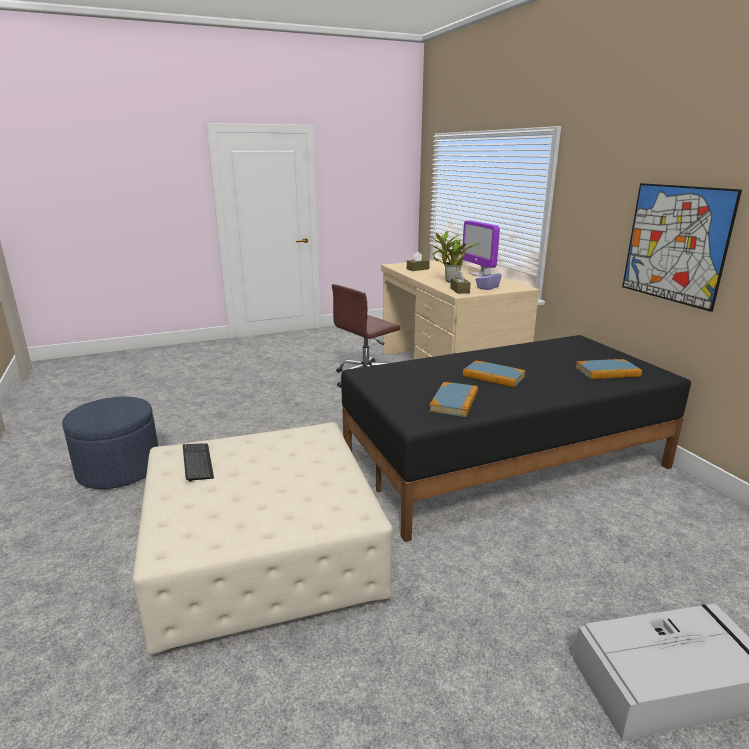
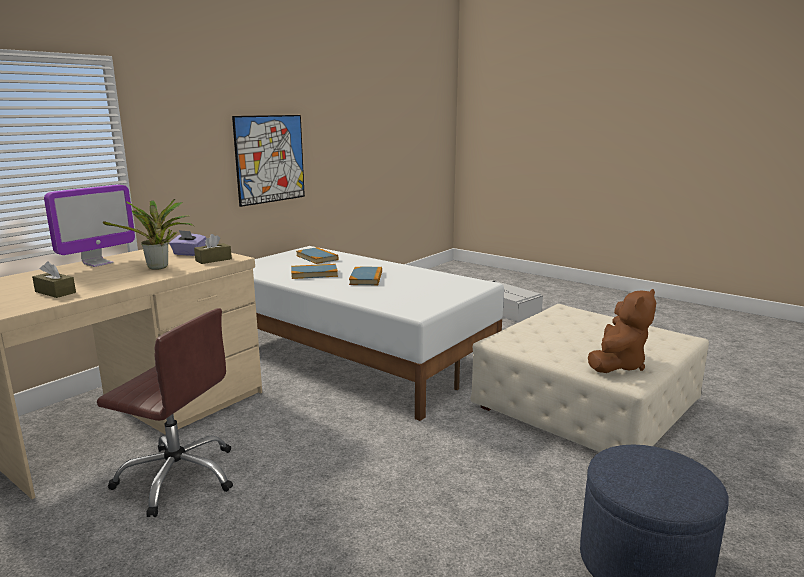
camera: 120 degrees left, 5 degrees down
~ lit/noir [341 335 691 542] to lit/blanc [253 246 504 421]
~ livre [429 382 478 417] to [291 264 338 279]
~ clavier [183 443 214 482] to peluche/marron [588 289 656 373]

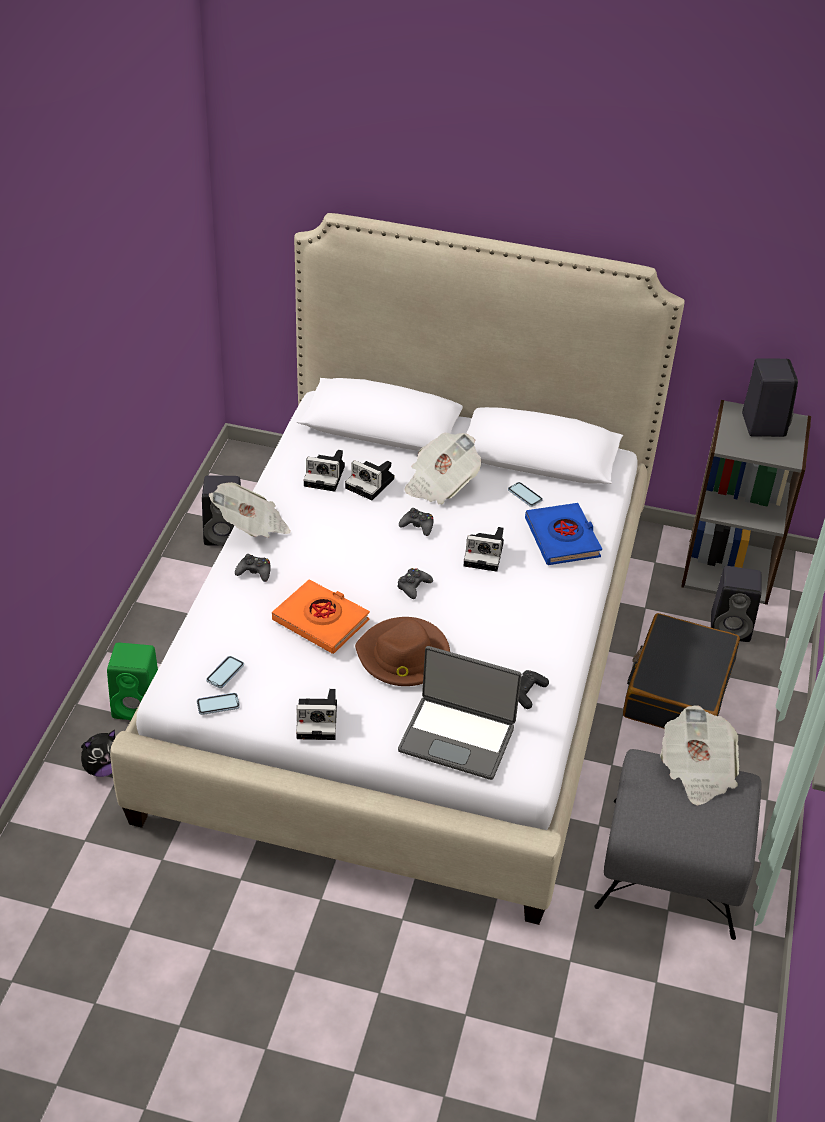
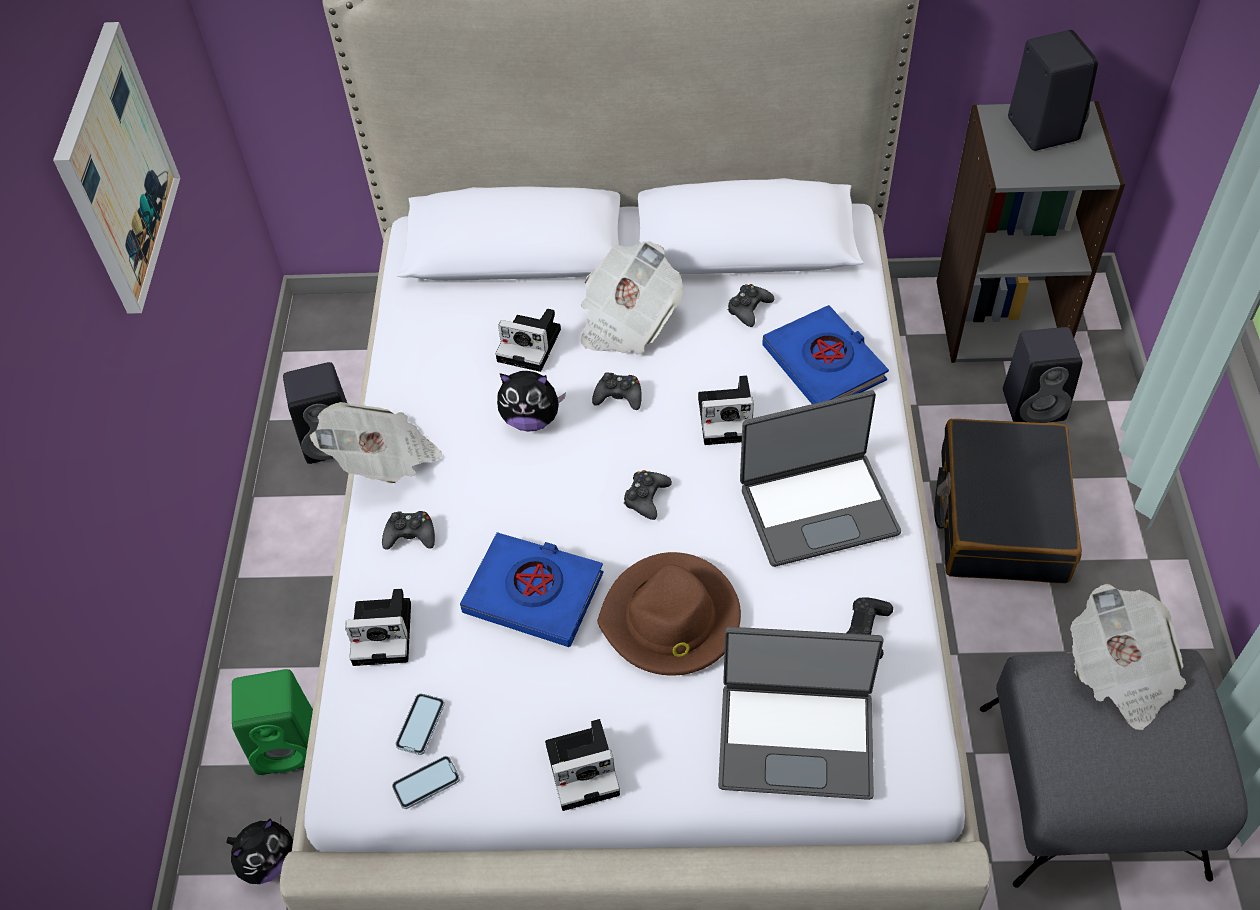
camera: 10 degrees left, 10 degrees up
+ tableau [53 22 180 314]
~ appareil photo [303 450 345 492] to [345 589 411 666]
~ livre/orange [272 580 370 654] to livre/bleu [460 532 604 647]
+ peluche [497 371 566 432]
~ téléphone [508 482 543 507] to manette/noir [728 284 774 327]
+ ordinateur portable [740 390 901 567]

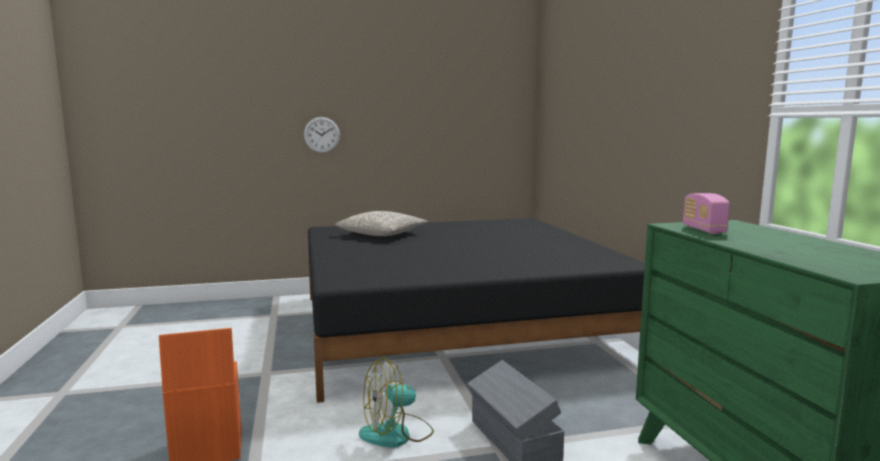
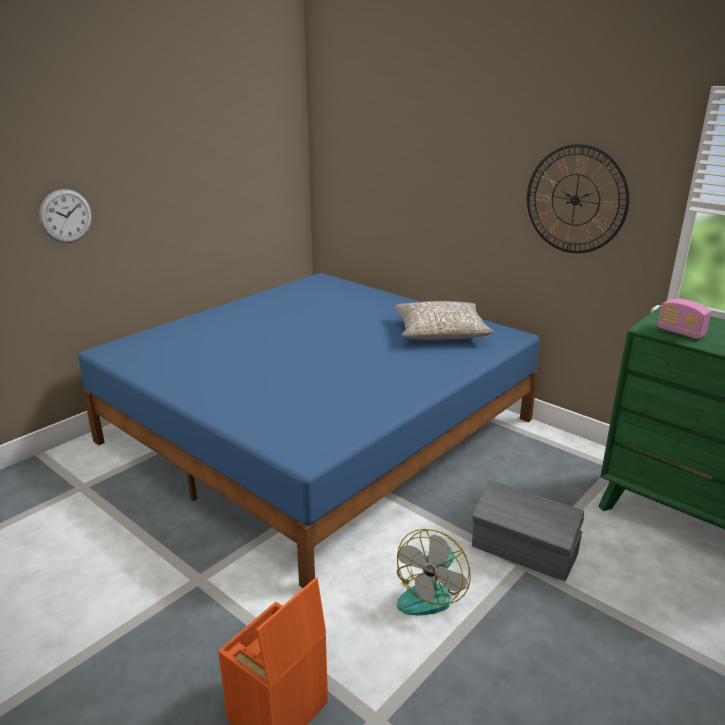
camera: 35 degrees left, 15 degrees up
~ lit/noir [308 218 645 403] to lit/bleu [78 273 540 588]
~ coussin/gris [335 211 428 236] to [394 301 494 340]
+ horloge murale [527 144 629 253]

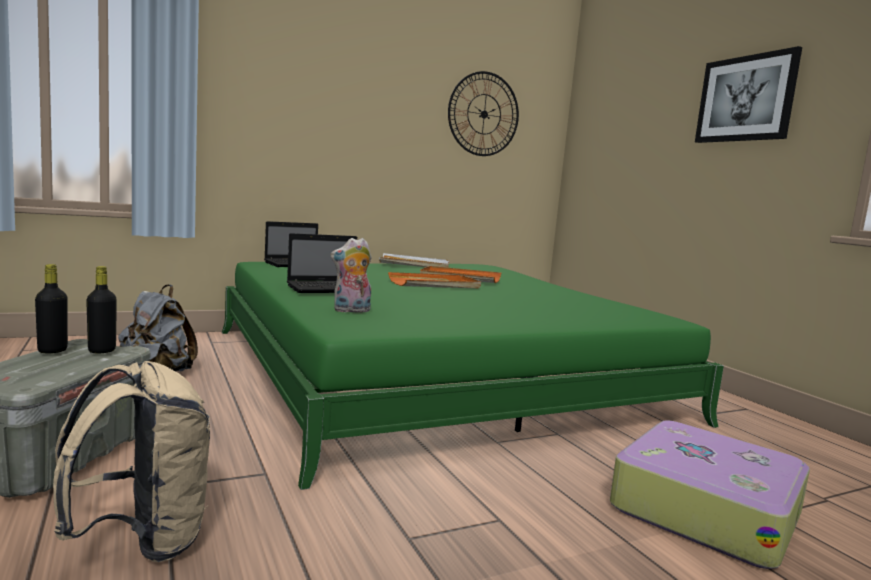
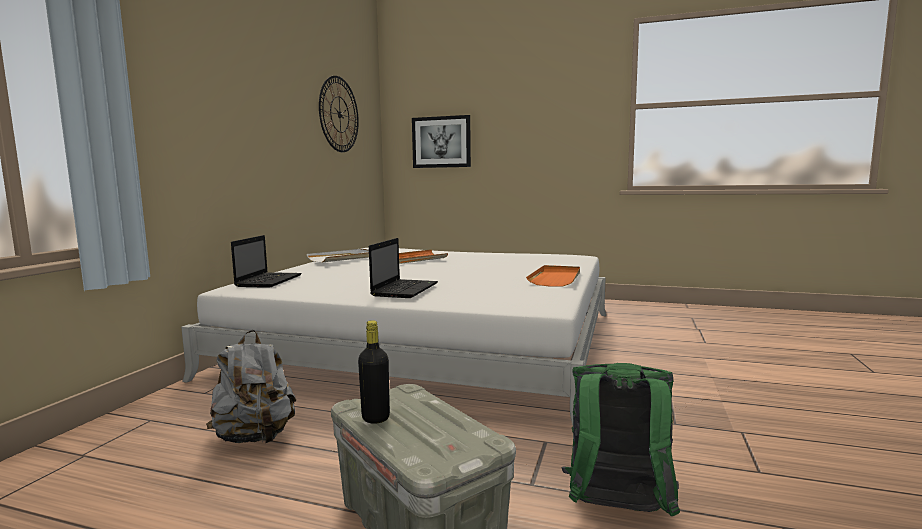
camera: 45 degrees left, 0 degrees up
~ lit/vert [222 262 724 490] to lit/blanc [181 248 606 425]
~ tableau [695 46 802 143] to [412 115 471 168]
~ plateau/orange [388 272 481 289] to [526 265 580 287]
~ sac à dos/beige [53 361 210 562] to sac à dos/vert [561 363 680 516]
- bouteille/noir [86 266 117 353]
- peluche [330 238 371 313]
- valise [610 420 810 569]

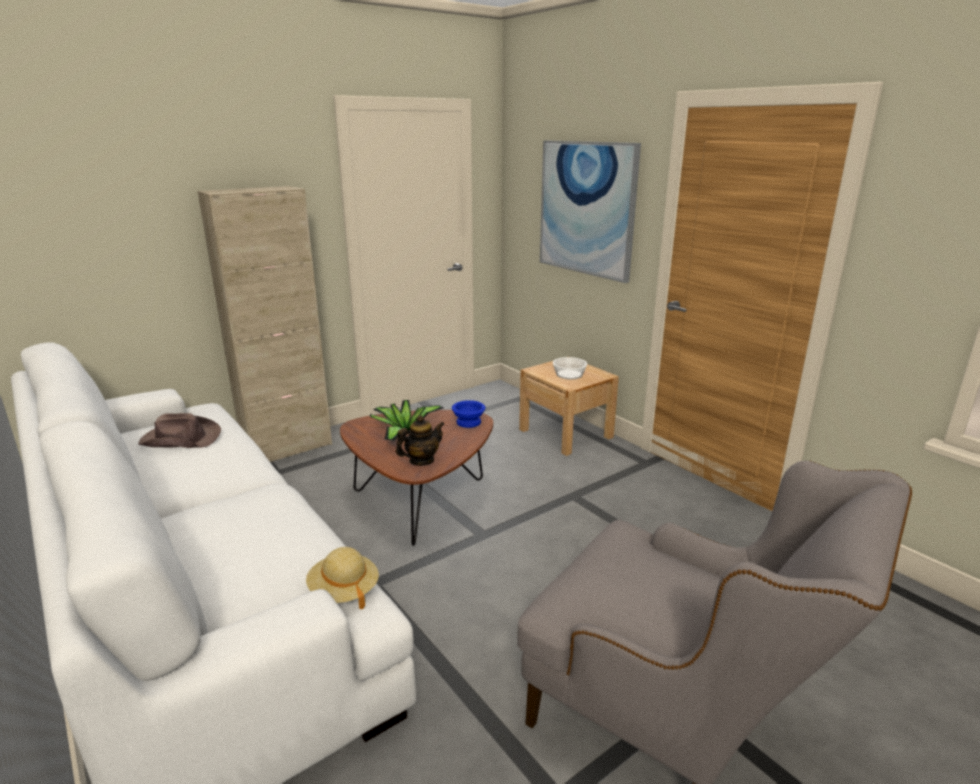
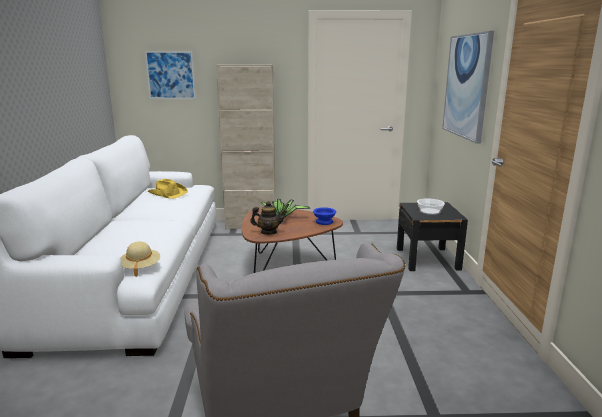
camera: 35 degrees right, 5 degrees down
+ tableau [145 51 196 99]
~ chapeau/marron [138 413 221 448] to chapeau/jaune [148 179 188 199]
~ table de chevet/beige [519 361 619 456] to table de chevet/noir [397 202 468 271]

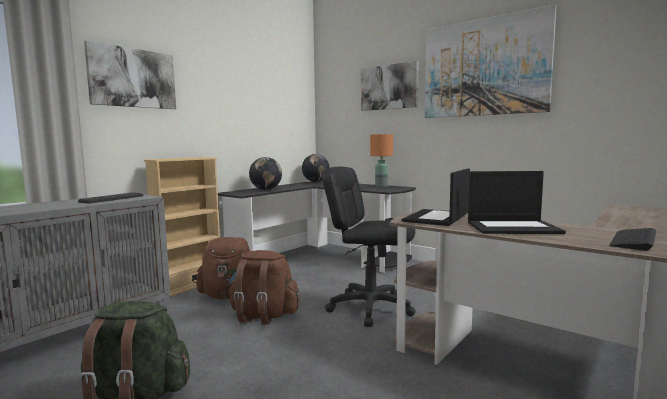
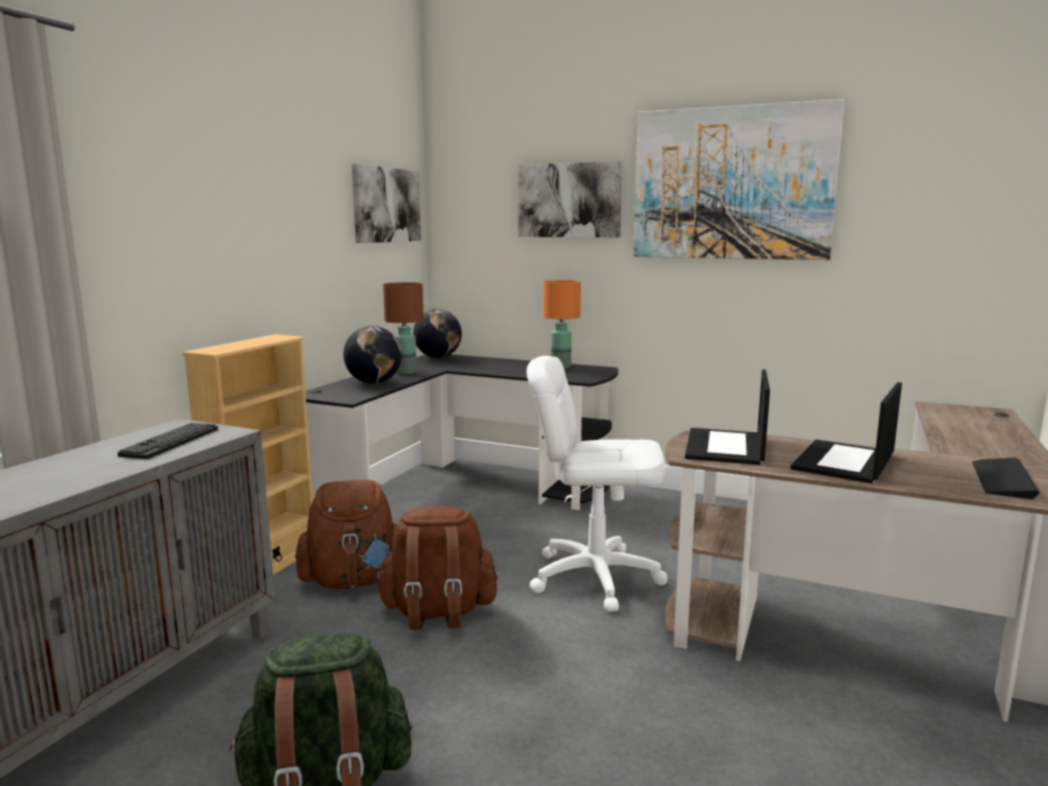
camera: 15 degrees left, 5 degrees up
~ tableau [84 40 176 109] to [352 164 421 243]
+ lampe de table/marron [383 282 424 374]
~ chaise de bureau/noir [321 167 416 327] to chaise de bureau/blanc [527 356 668 612]
~ ordinateur portable [468 171 566 234] = [791 382 902 483] 135 degrees clockwise

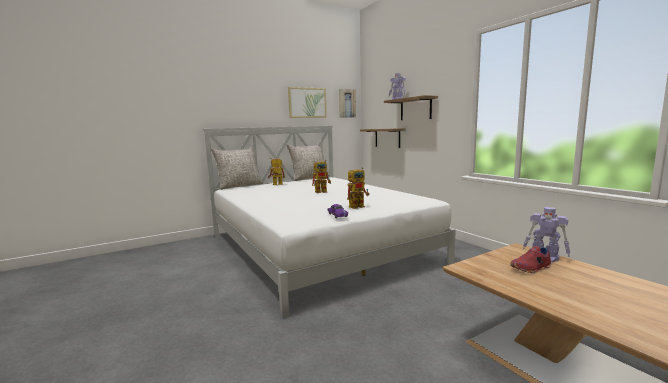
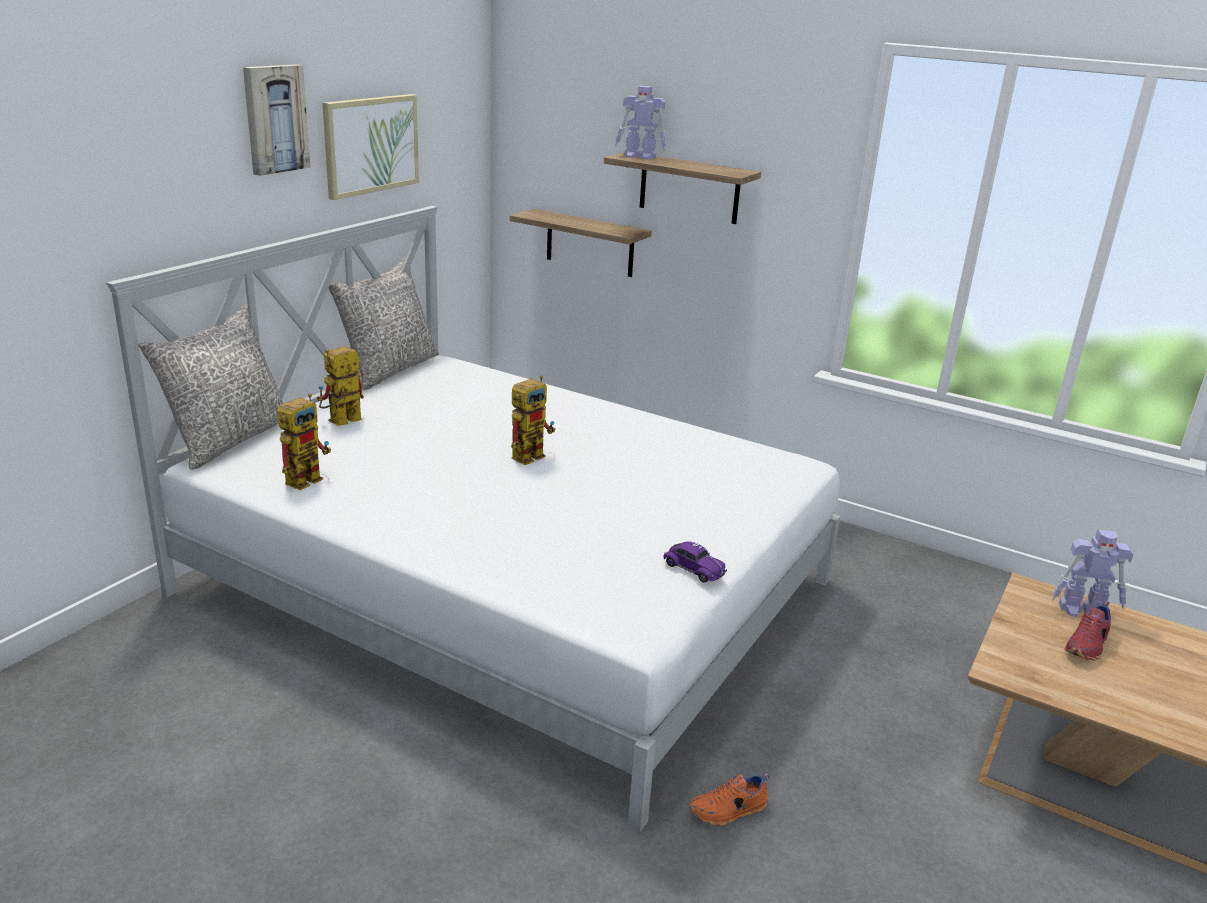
camera: 30 degrees left, 15 degrees up
~ tableau [339 89 356 118] to [243 64 310 176]
~ robot jouet [347 167 370 209] to [277 393 331 490]
+ chaussure/orange [689 773 770 826]

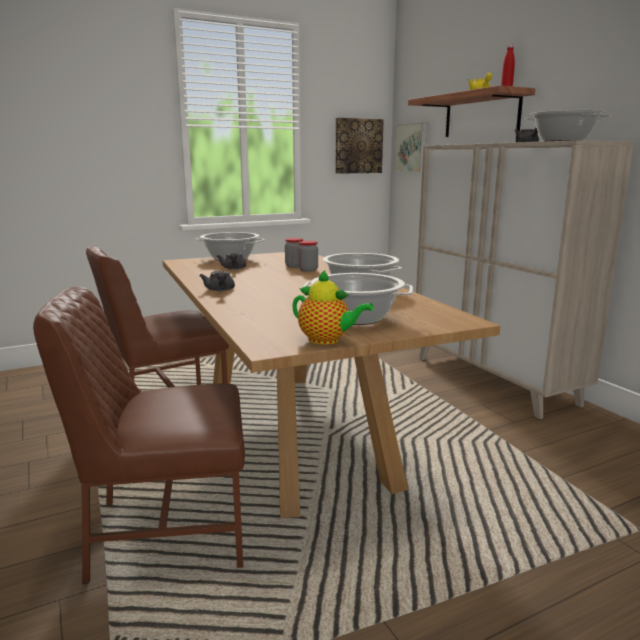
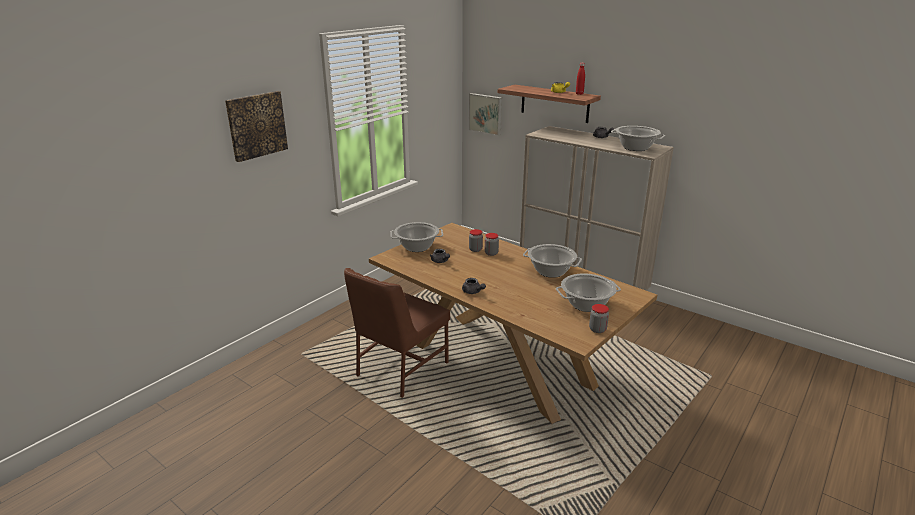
camera: 25 degrees left, 10 degrees up
~ tableau [335 118 384 174] to [225 91 288 162]
~ théière [292 270 374 345] to bocal [589 304 609 333]
- chaise/marron [33 286 245 584]

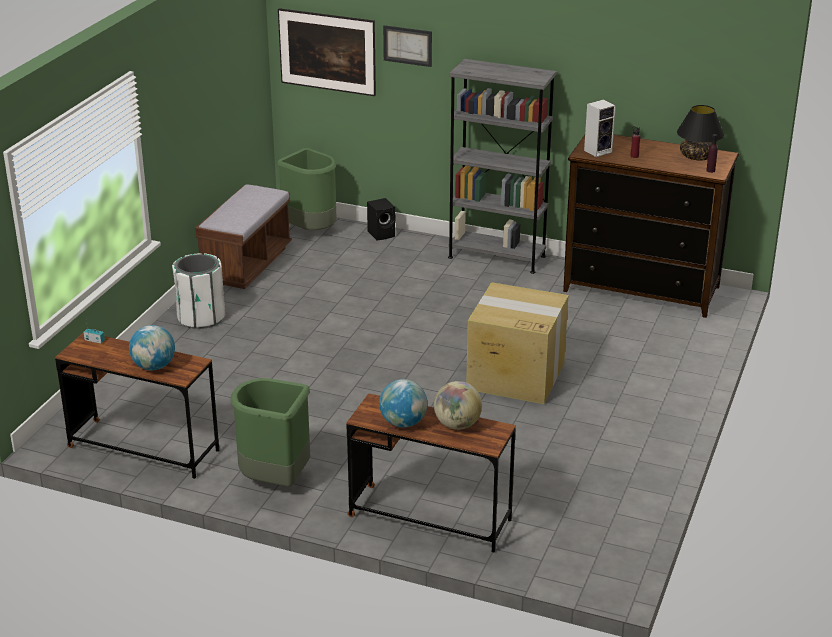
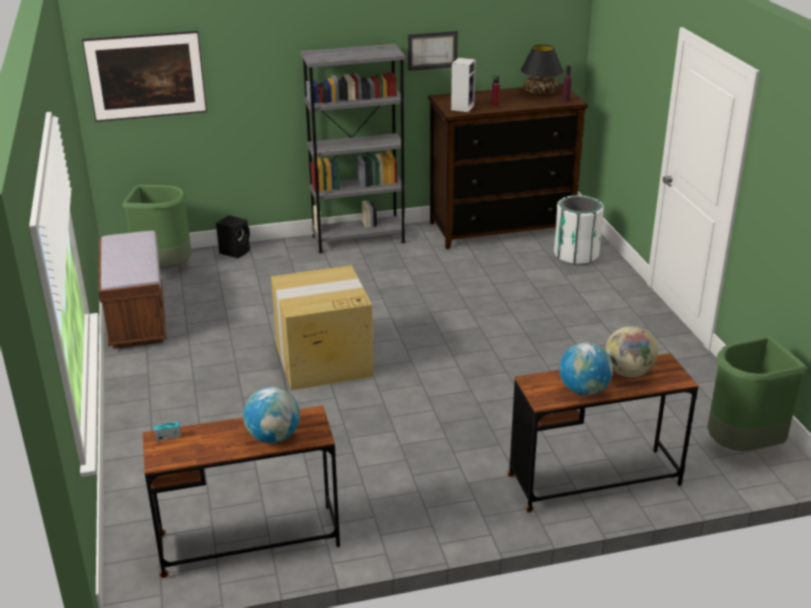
camera: 35 degrees left, 0 degrees up
~ carton [466 282 569 404] to [271 265 374 391]
~ tableau [383 25 432 67] to [408 31 458 71]
~ poubelle/blanc [172 253 225 329] to [554 195 604 265]
~ poubelle/vert [231 378 310 487] to [707 336 806 451]

